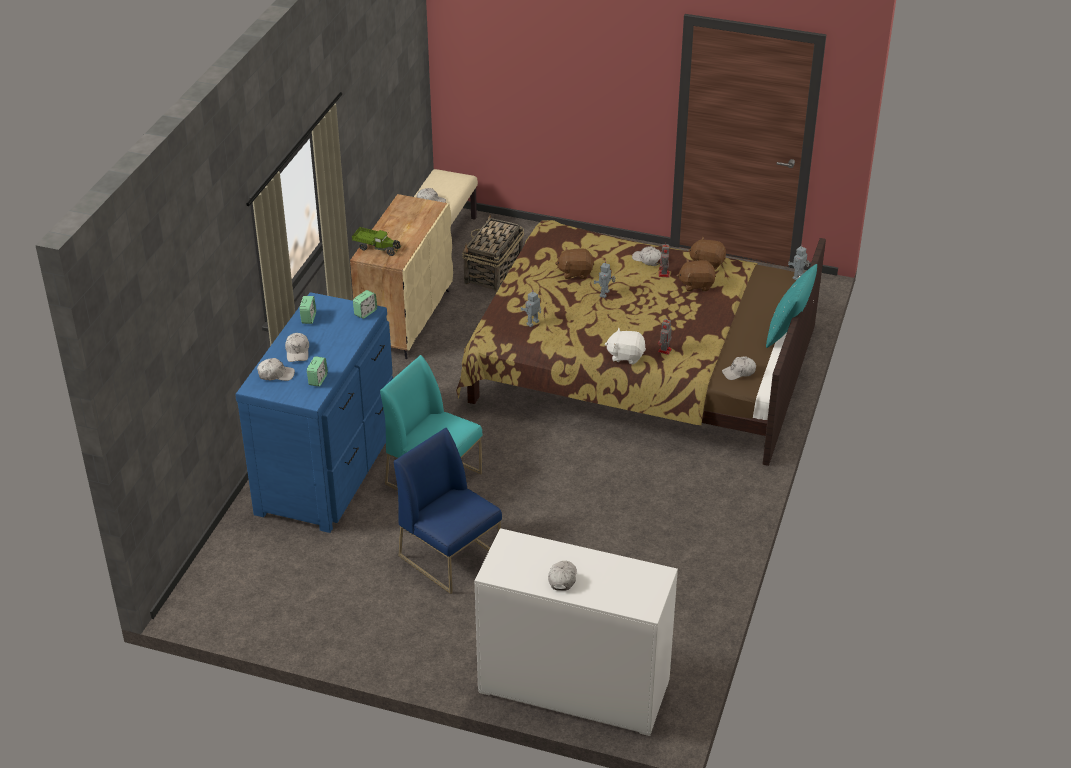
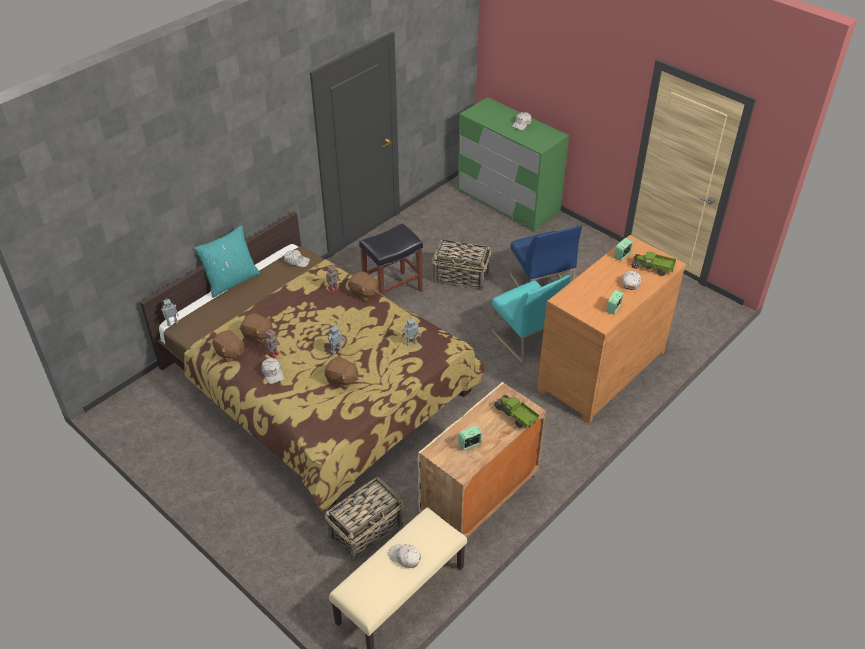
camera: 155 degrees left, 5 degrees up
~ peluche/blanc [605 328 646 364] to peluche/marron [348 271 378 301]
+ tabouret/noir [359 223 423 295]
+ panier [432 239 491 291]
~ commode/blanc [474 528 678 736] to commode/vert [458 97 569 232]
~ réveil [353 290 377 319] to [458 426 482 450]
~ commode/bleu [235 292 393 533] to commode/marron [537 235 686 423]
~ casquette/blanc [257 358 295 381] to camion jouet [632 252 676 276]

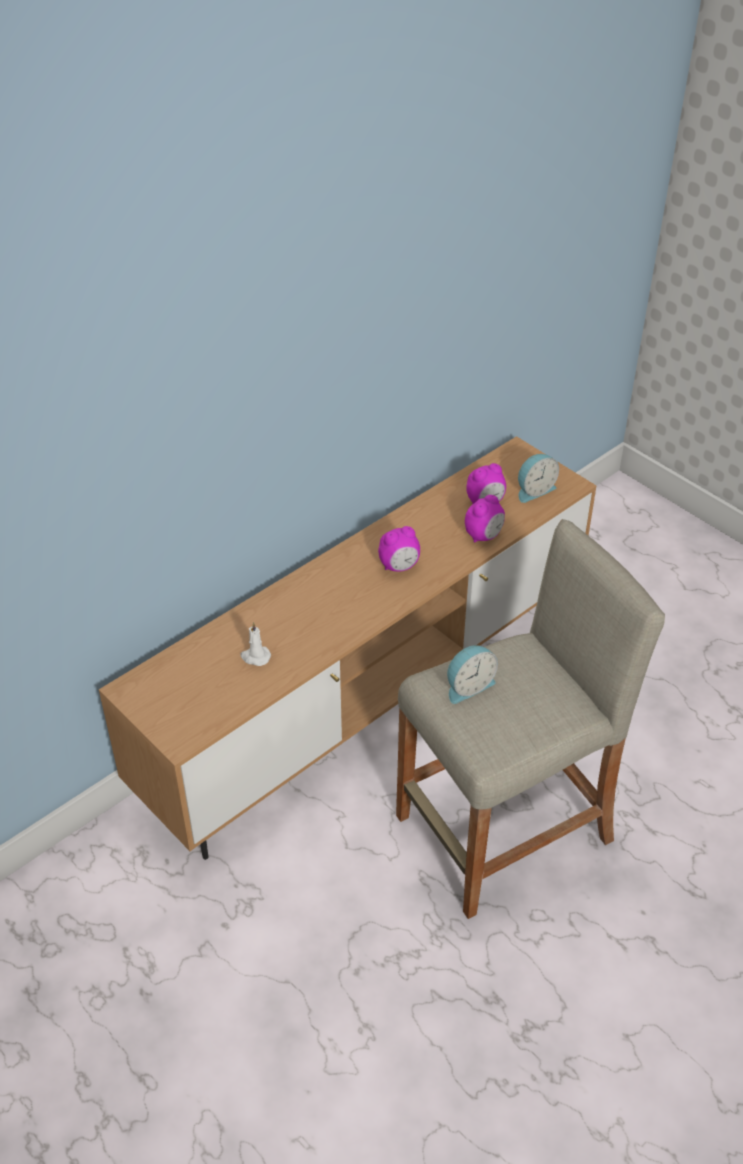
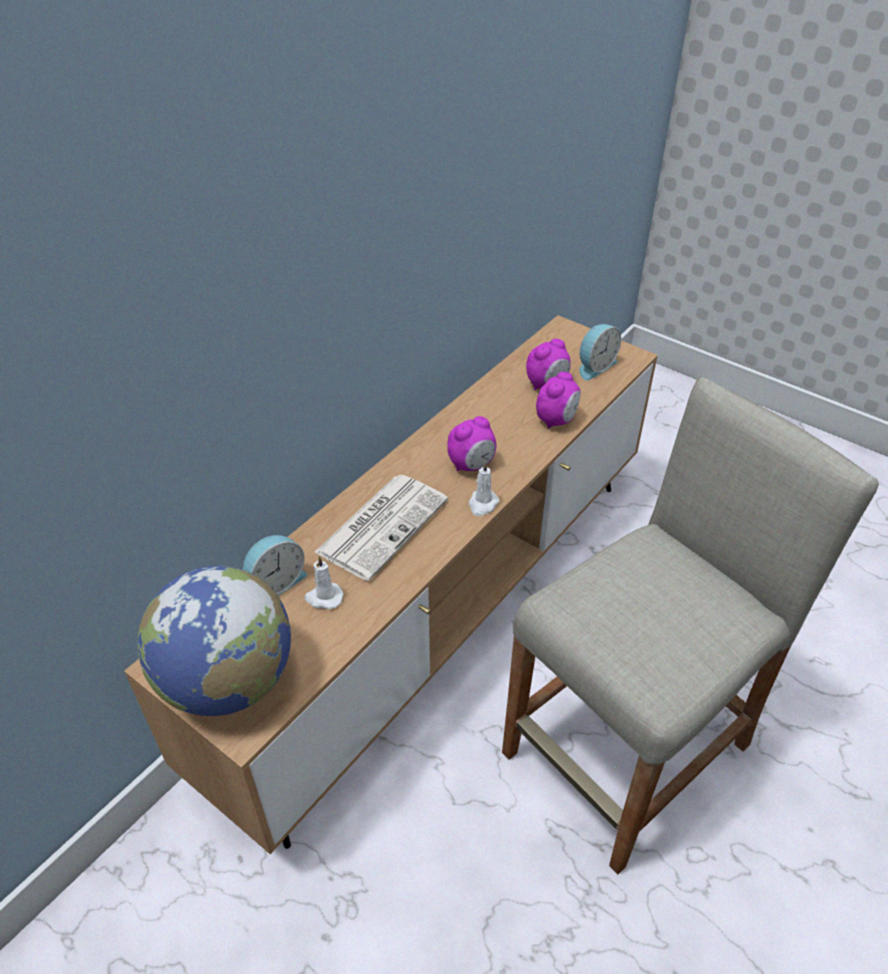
camera: 10 degrees left, 0 degrees up
+ globe [137 566 291 716]
~ réveil [447 645 498 704] to [243 535 307 596]
+ journal [314 475 448 581]
+ bougie/blanc [468 461 500 516]

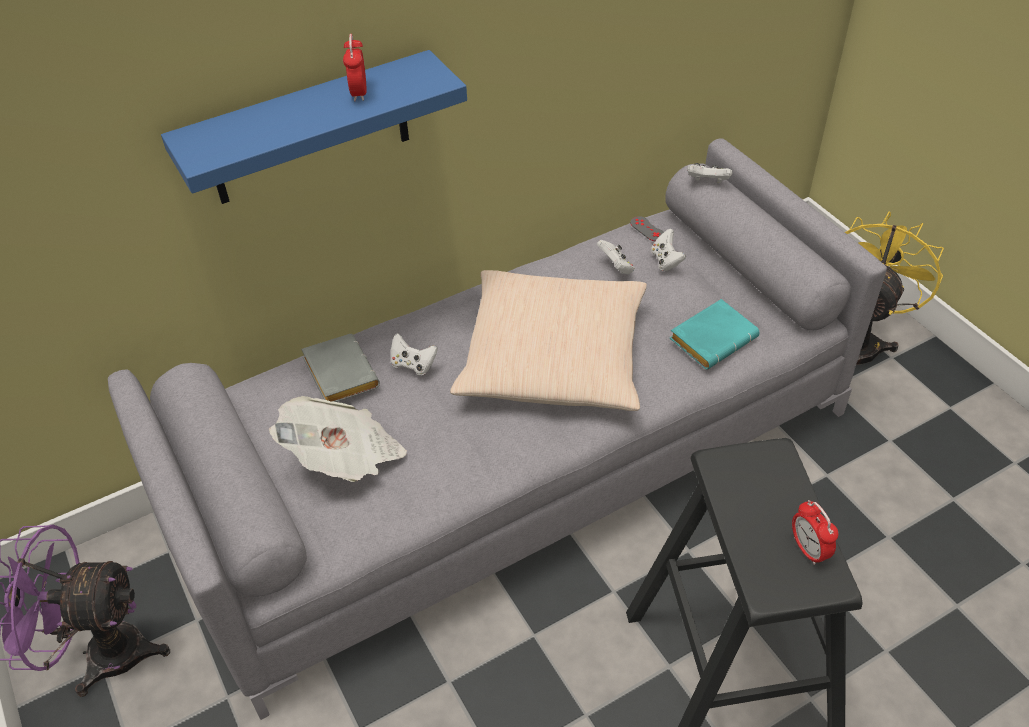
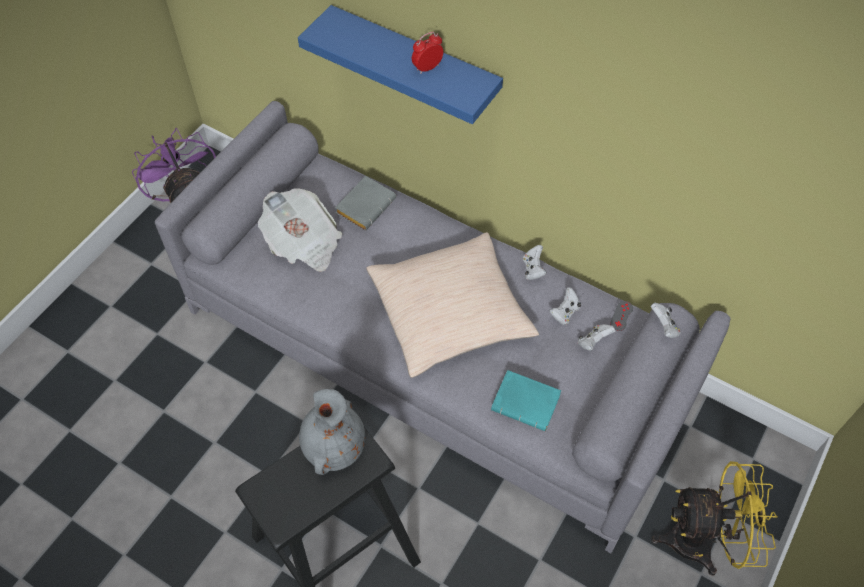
camera: 60 degrees right, 10 degrees up
+ vase/gris [299 389 365 475]
~ manette/blanc [391 333 438 375] to [523 245 547 280]
- réveil [792 500 838 565]

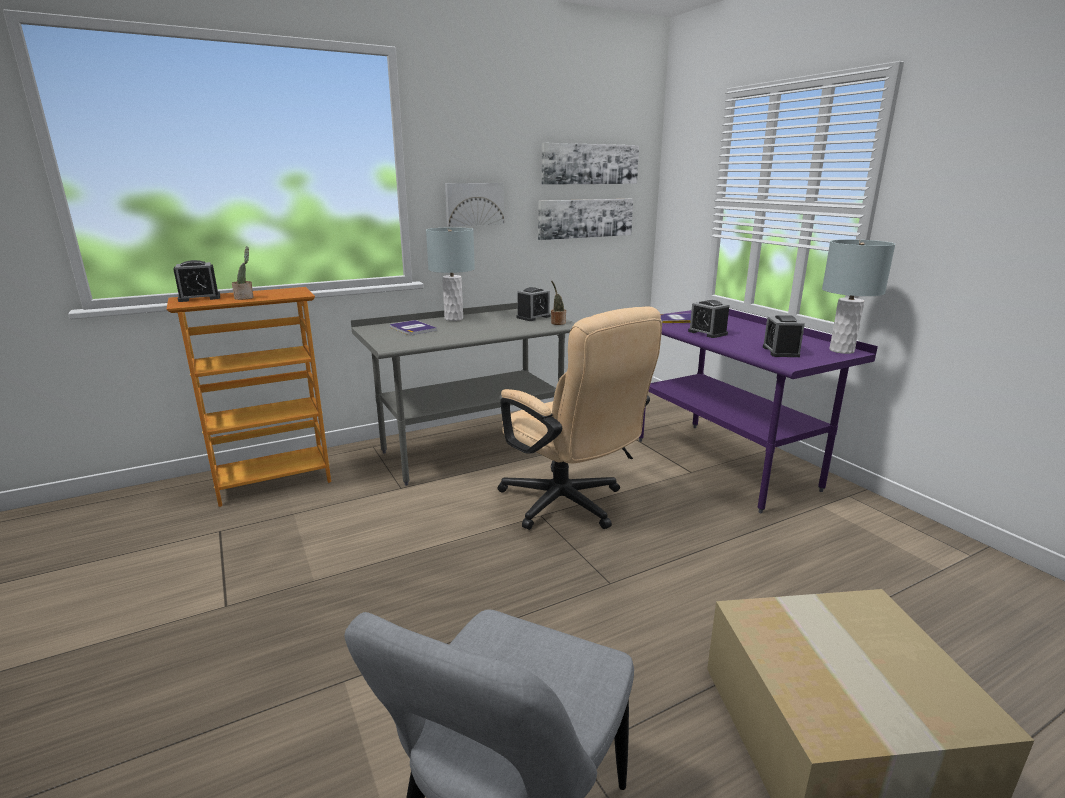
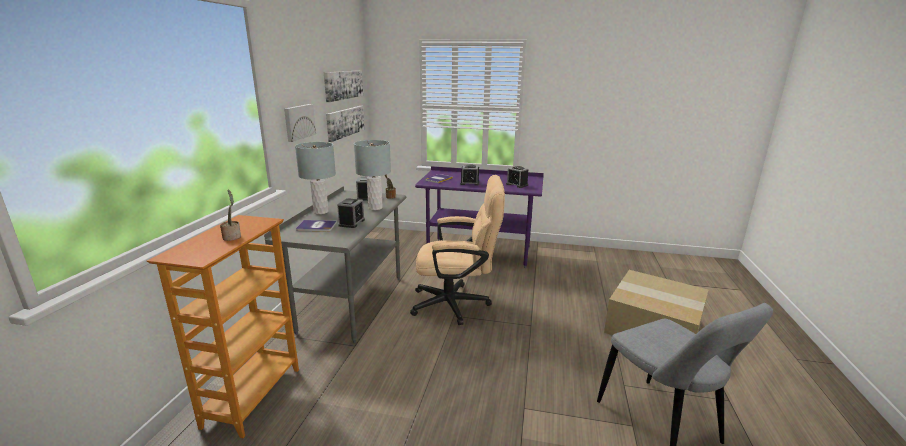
camera: 50 degrees left, 0 degrees up
~ réveil [173 260 220 302] to [337 198 365 228]
~ lampe de table/gris [822 239 895 354] to [354 140 391 210]

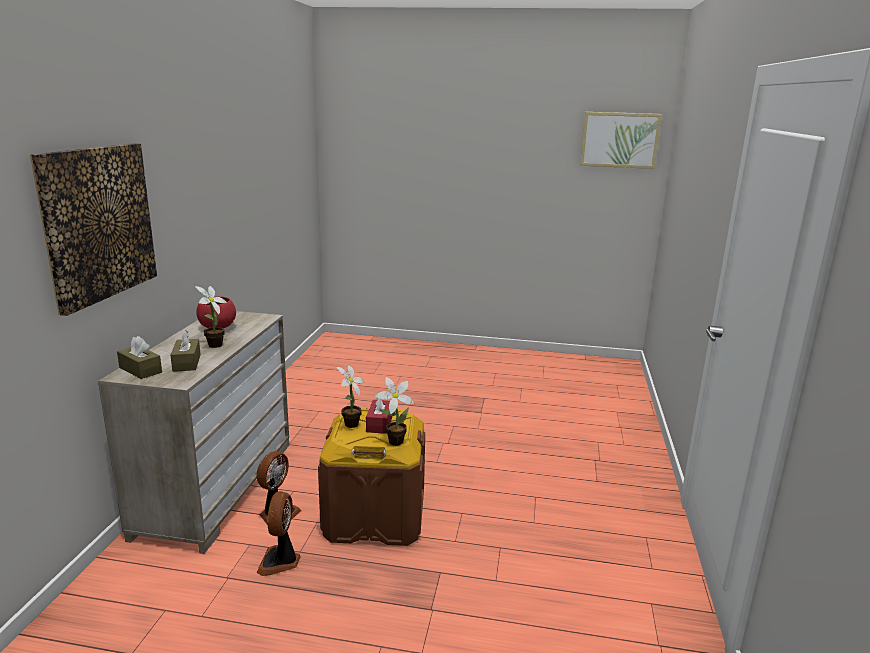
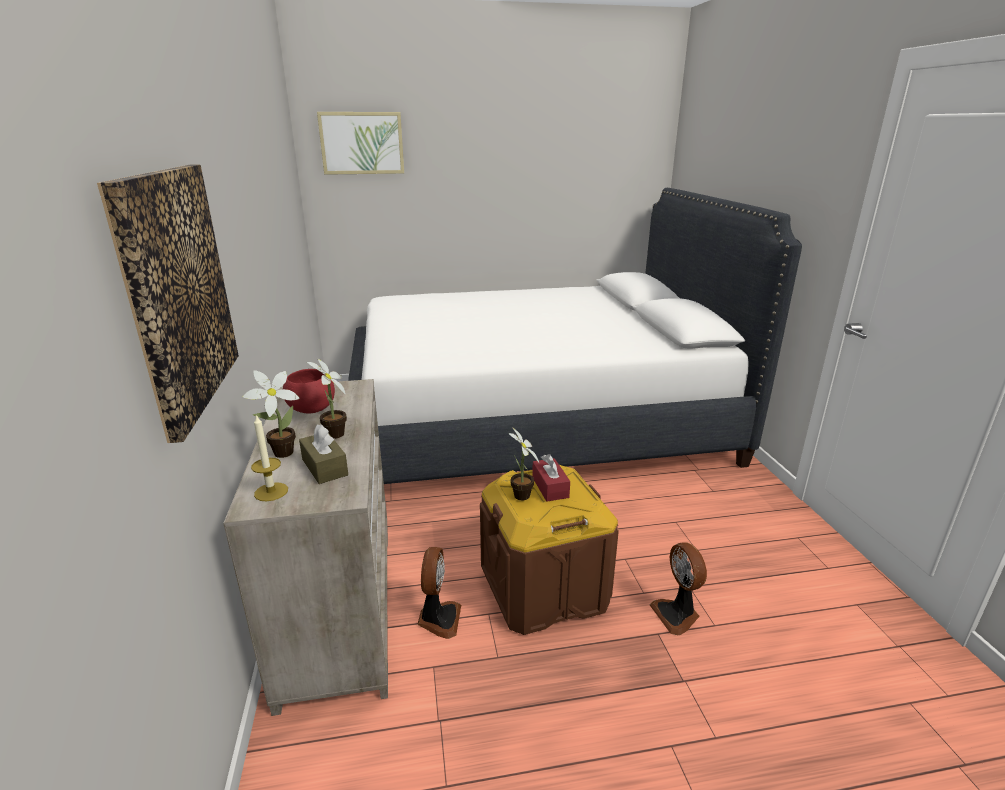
camera: 20 degrees left, 5 degrees up
~ plante en pot [375 377 414 446] to [243 370 300 458]
~ boîte à mouchoirs/marron [117 336 162 379] to bougie [251 415 288 501]
~ tableau [580 112 662 169] to [317 112 404 175]
+ lit/blanc [348 188 802 484]
~ ventilateur [256 491 301 576] to [650 542 707 635]

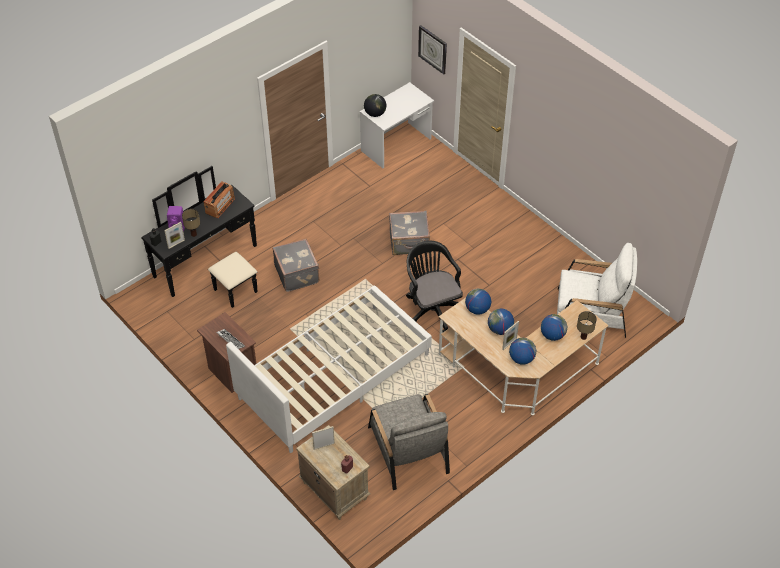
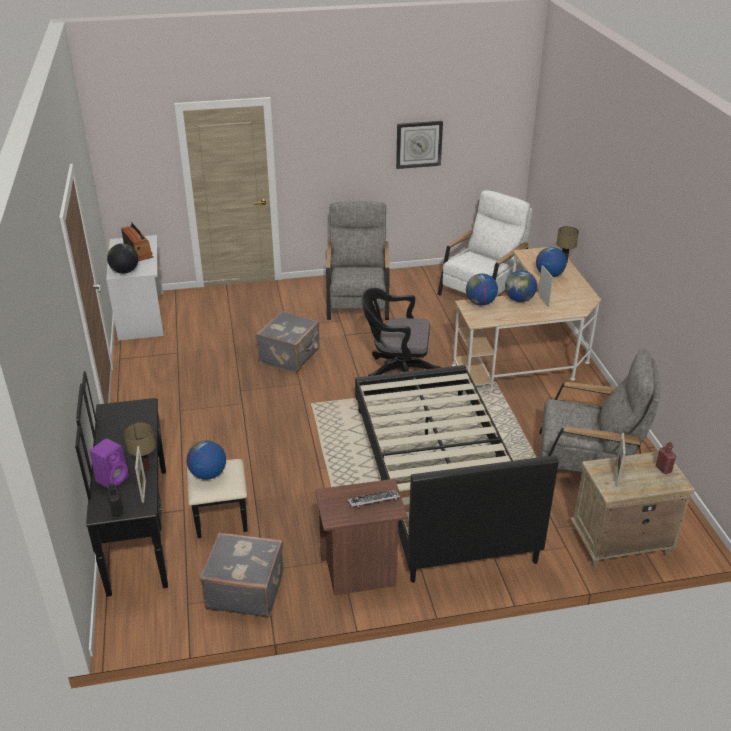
camera: 60 degrees left, 15 degrees down
~ radio [203 181 235 218] to [121 222 153 261]
~ globe [509 338 536 365] to [187 440 226 480]
~ valise/gris [273 239 319 292] to [200 532 284 618]
+ fauteuil/gris [326 201 390 320]
~ lit/blanc [226 285 432 453] to lit/noir [355 365 559 583]
~ horloge murale [418 25 447 75] to [396 121 443 169]

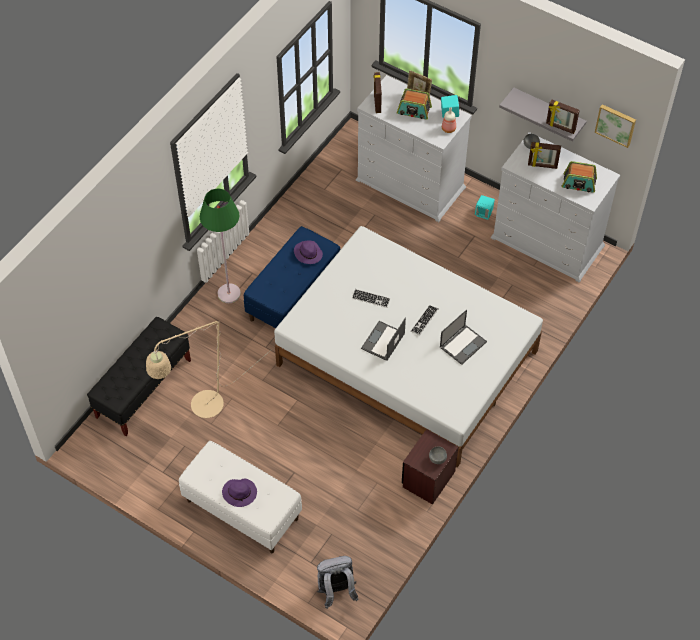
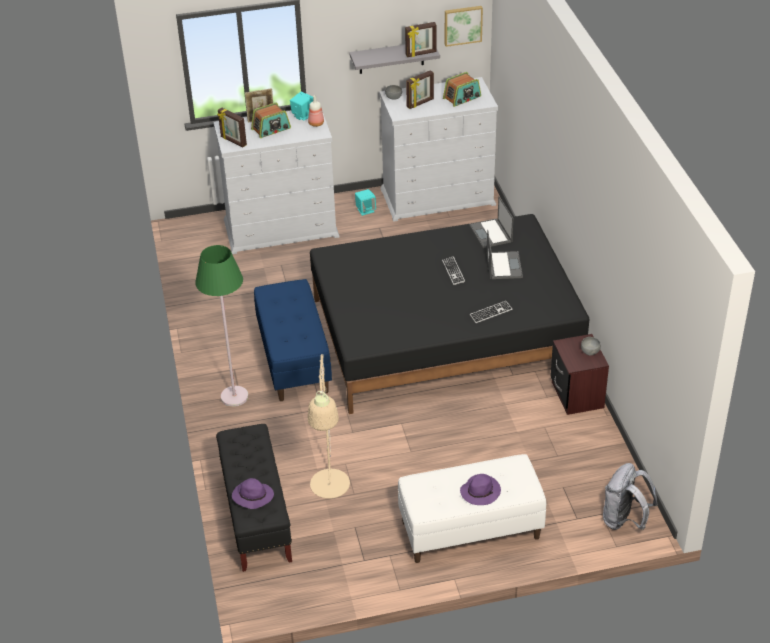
camera: 45 degrees left, 15 degrees down
~ chapeau/violet [294 241 323 264] to [232 478 274 509]
~ lit/blanc [274 226 543 468] to lit/noir [310 214 589 414]
~ ordinateur portable [361 318 406 361] to [469 196 513 248]
~ clavier [352 289 390 308] to [470 301 512 323]

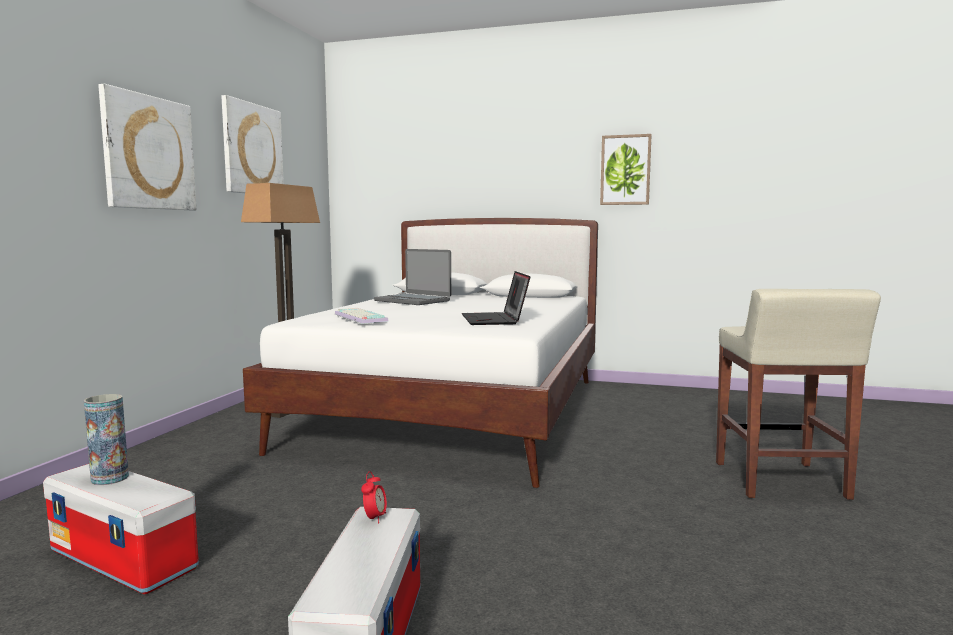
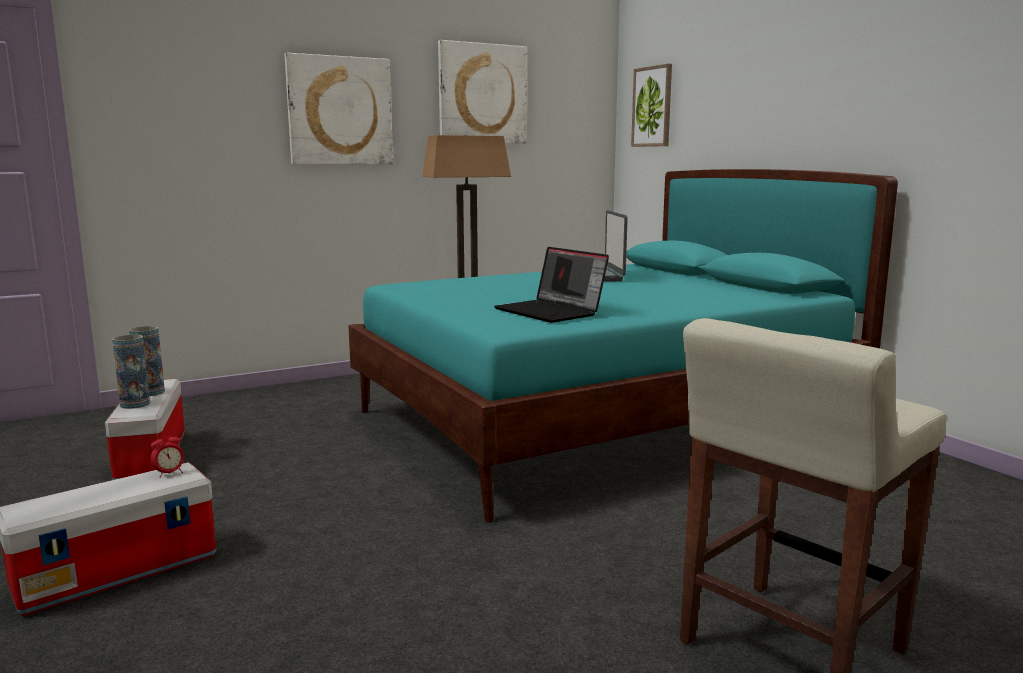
camera: 45 degrees right, 5 degrees up
+ vase [112 334 150 409]
~ lit/blanc [243 218 598 488] to lit/turquoise [348 169 898 523]
~ ordinateur portable [462 271 530 325] = [494 247 609 323] 75 degrees counterclockwise
~ tableau [600 134 652 205] to [631 64 672 147]
- clavier [335 308 389 324]

